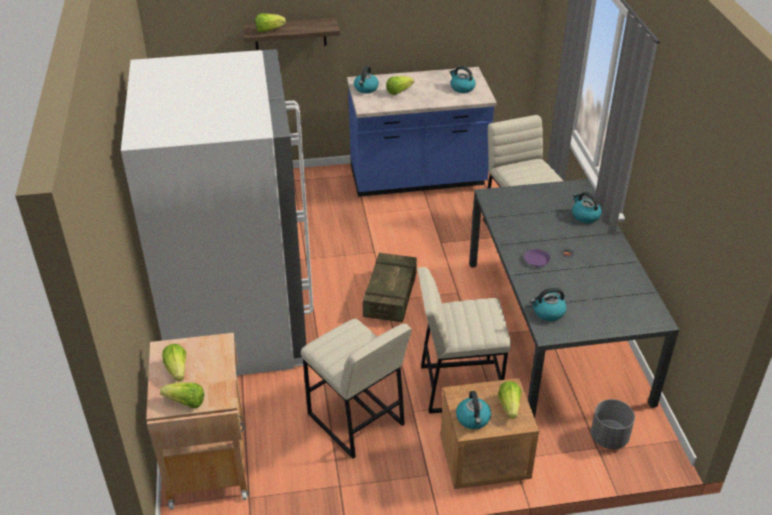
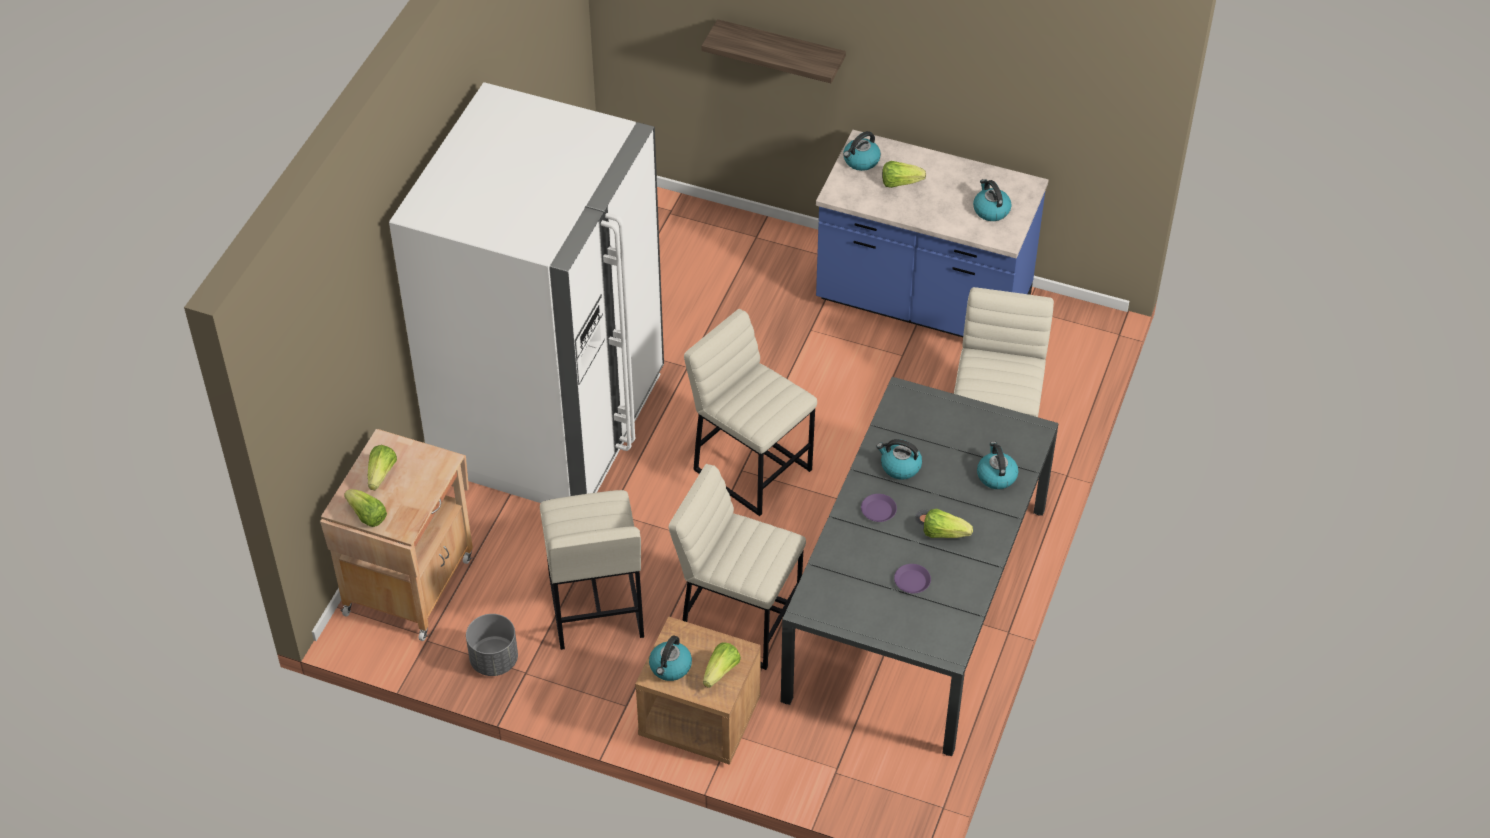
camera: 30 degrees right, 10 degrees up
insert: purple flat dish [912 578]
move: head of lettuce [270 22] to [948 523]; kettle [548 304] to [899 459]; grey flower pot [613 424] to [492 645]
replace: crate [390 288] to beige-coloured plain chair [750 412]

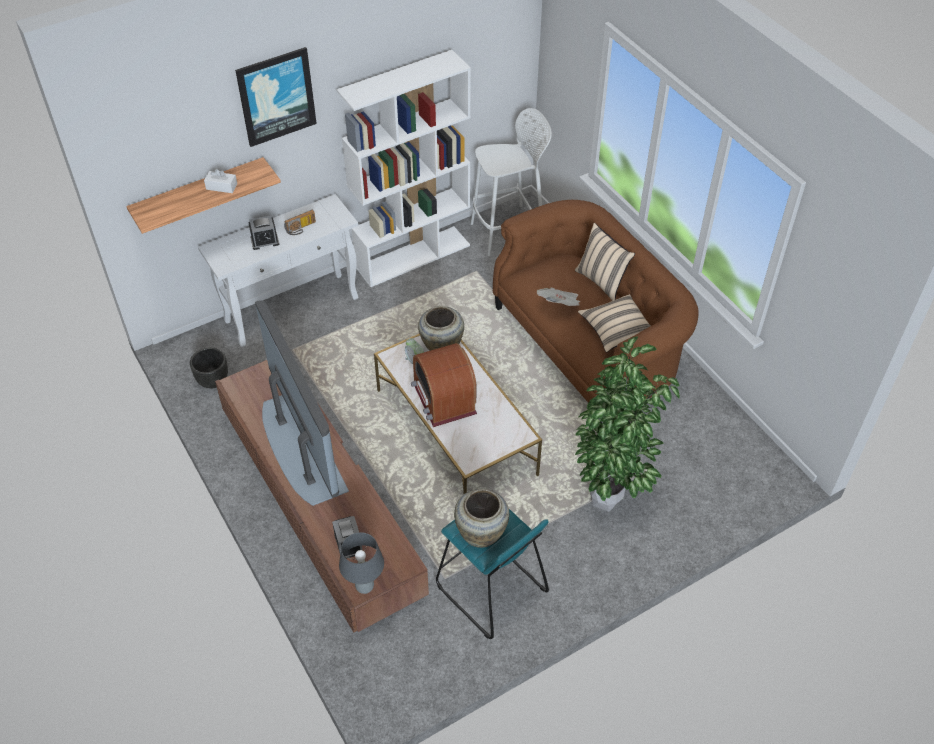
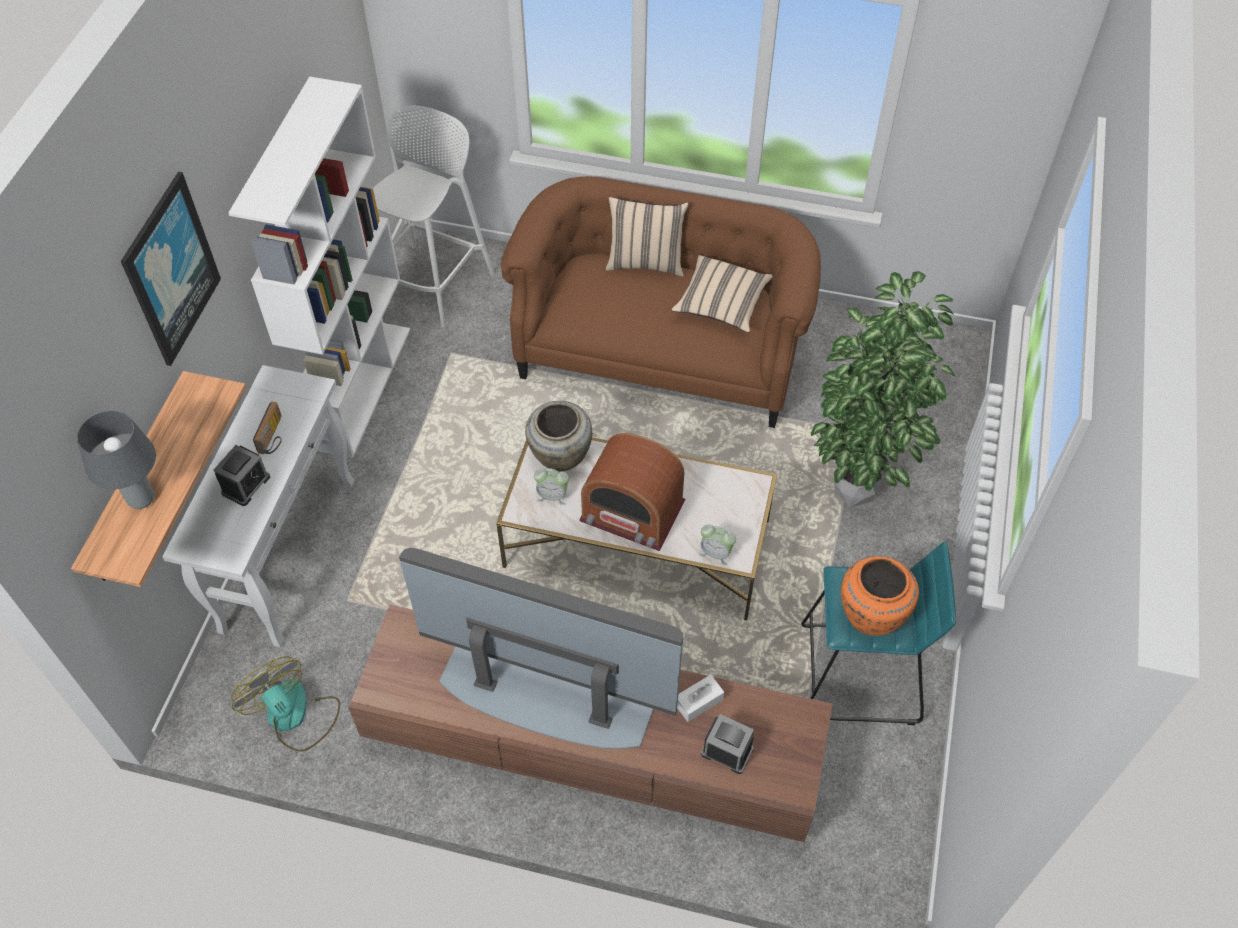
camera: 45 degrees left, 5 degrees up
delete: newspaper [558 296]
insert: table clock [717 544]
move: white tissue box [220 181] to [700 698]; grey lamp for a table [361 563] to [116 459]
replace: blackish flower pot [209 367] to electric fan [285 704]
recolor: beige-coloured flower vase [481 518] to orange-coloured flower vase [880 596]

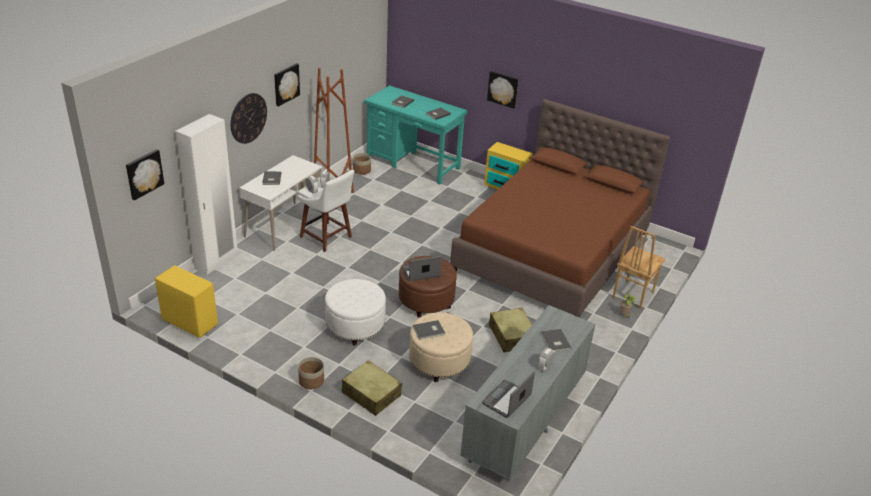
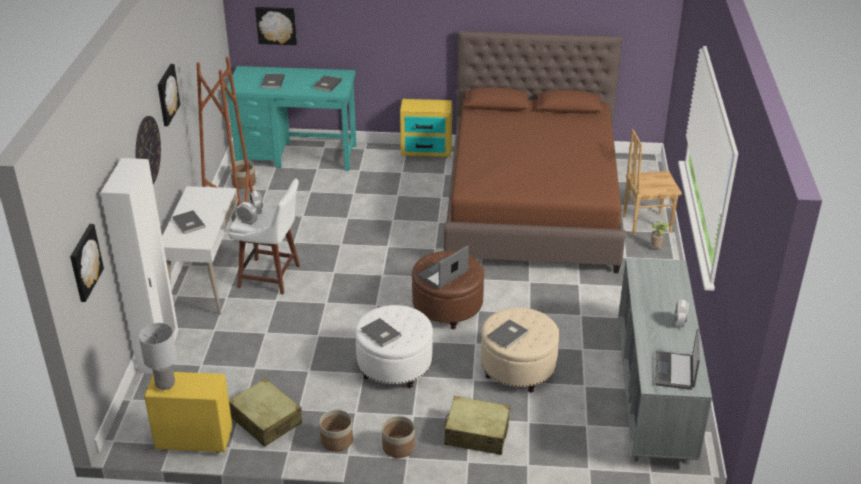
camera: 25 degrees left, 0 degrees up
insert: grey lamp for a table [158 356]; flower pot [336 431]
move: wall art [503 90] to [276 26]; beige-coloured travel case [510 330] to [265 412]; grey bound book [556 340] to [381 332]
rotate: brownish plain chair [639 267] = [652 182] 75 degrees clockwise

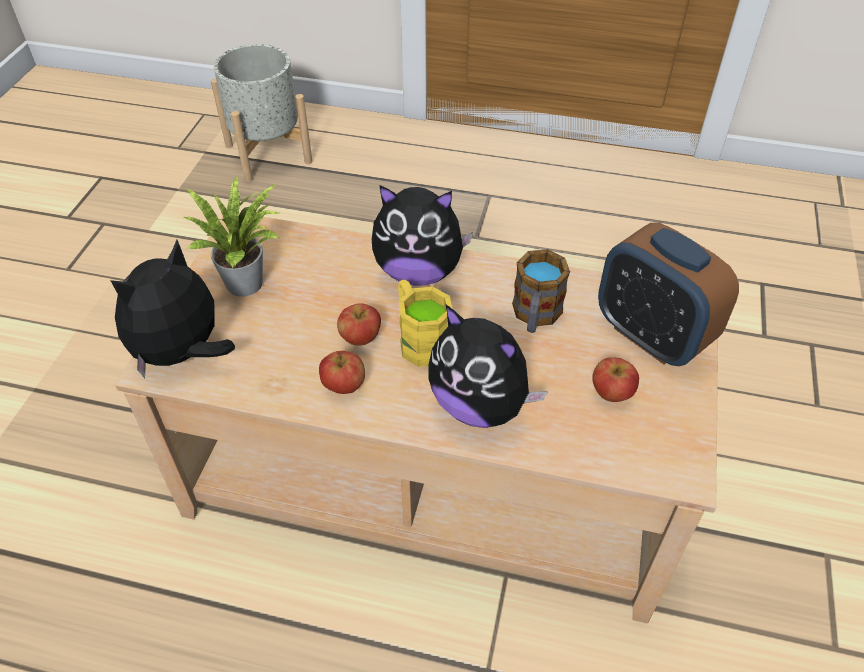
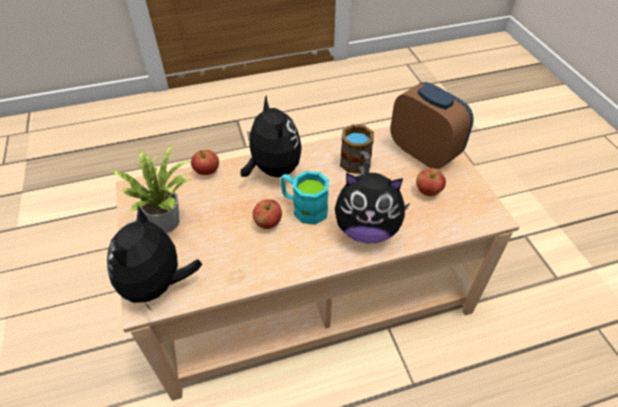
camera: 30 degrees left, 0 degrees up
delete: grey flower pot [261 113]
move: apple [342 372] to [205 162]
recolor: yellowish coffee mug [425 323] to turquoise coffee mug [304 198]
rotate: soft toy [422 235] = [271 136] 90 degrees counterclockwise; table clock [668 294] = [432 125] 150 degrees counterclockwise

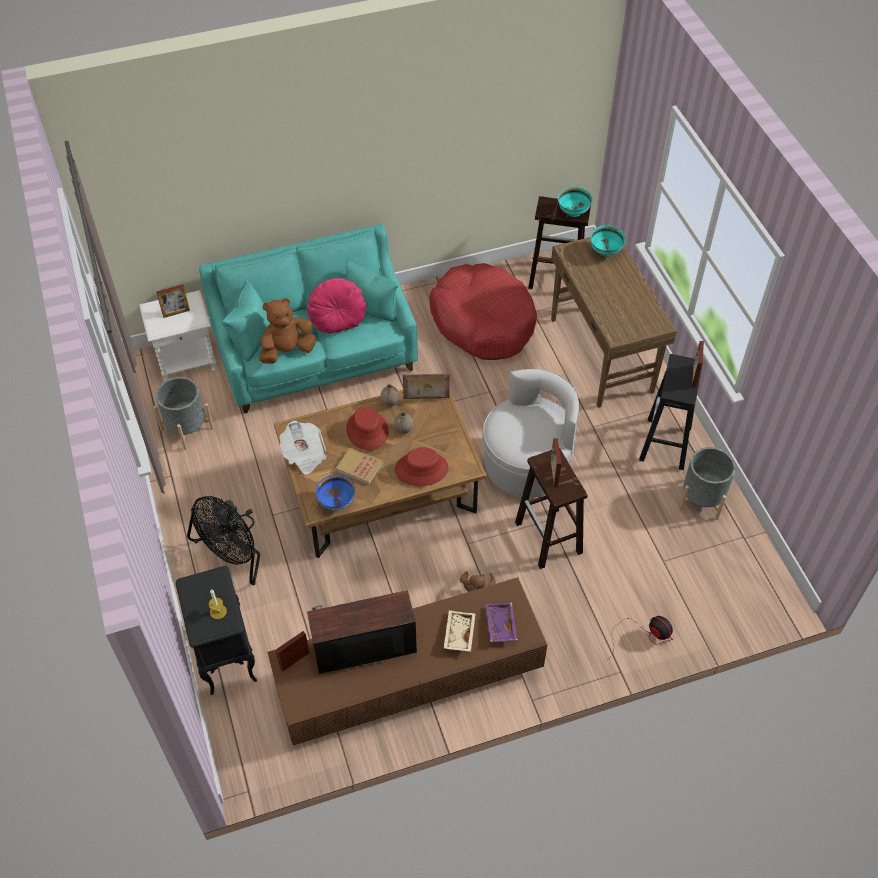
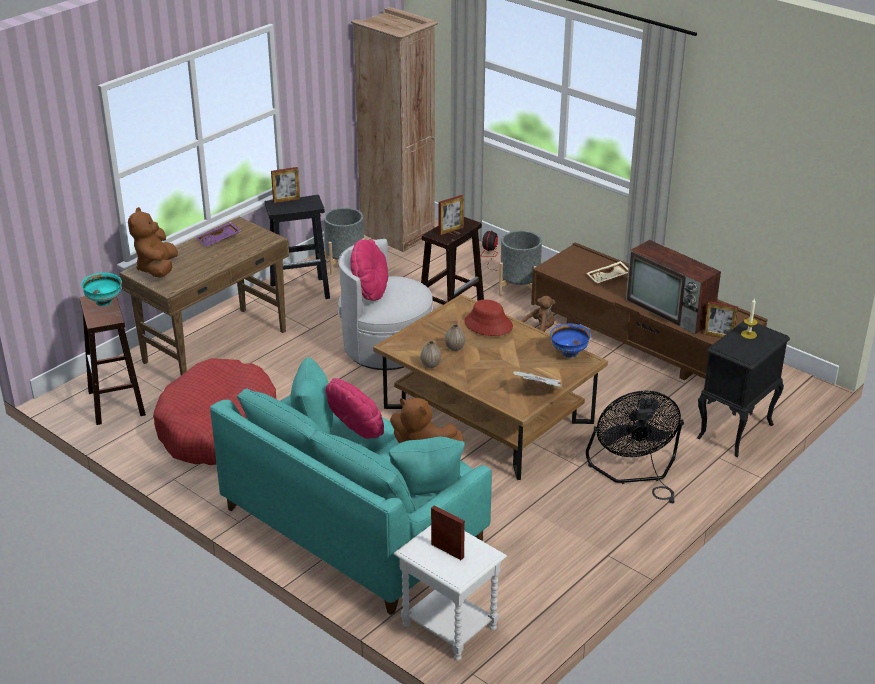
camera: 120 degrees left, 20 degrees down
delete: bound book [359 466]; red-coloured hat [367 428]; picture frame [426 386]
insert: pinkish pillow [369 270]; brownish cupboard [395 129]
move: grey flower pot [184 413] to [520 263]; purple tray [501 622] to [218 234]
replace: turquoise bowl [607 240] to brownish soft toy [153 242]
rotate: blackish electric fan [223 540] = [635 447] 105 degrees counterclockwise

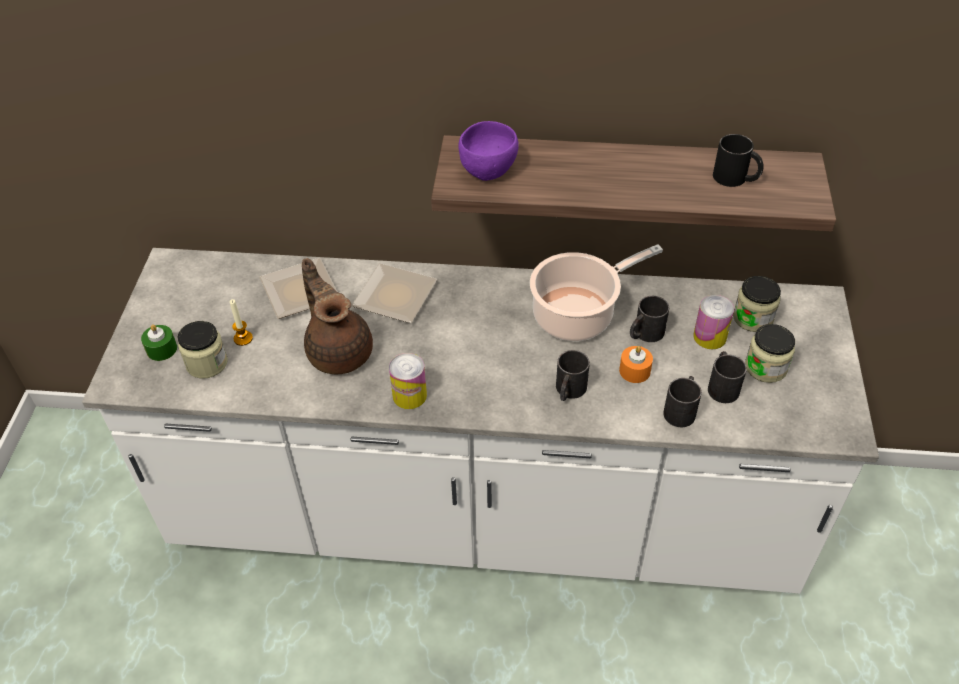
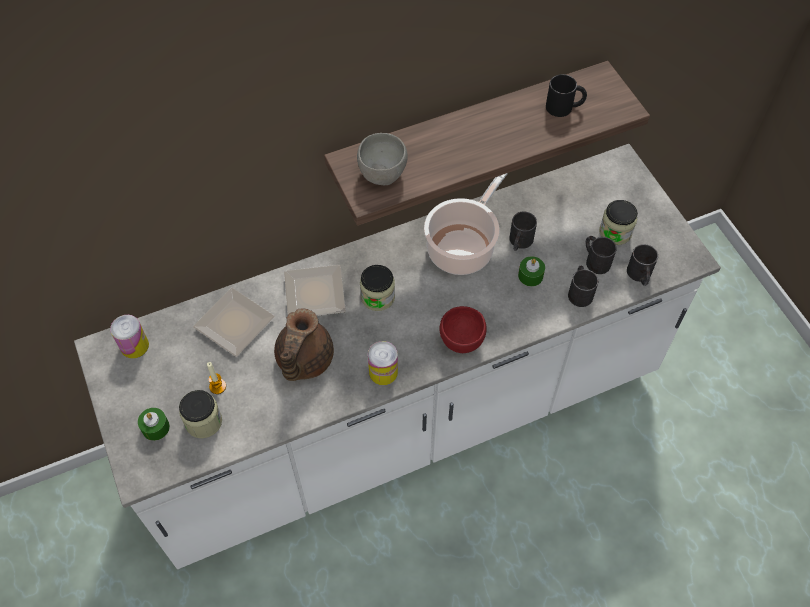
camera: 30 degrees left, 10 degrees up
insert: red-coloured bowl [463 329]
move: blackish coffee mug [573 375] to [642 265]; can [713 322] to [129 337]; jar [757 304] to [377 288]
recolor: purple bowl [488 151] to grey bowl [382 159]; orange-coloured candle [636 364] to green-coloured candle [531 271]
rotate: brownish pot for tea [337 316] = [304 344] 105 degrees counterclockwise

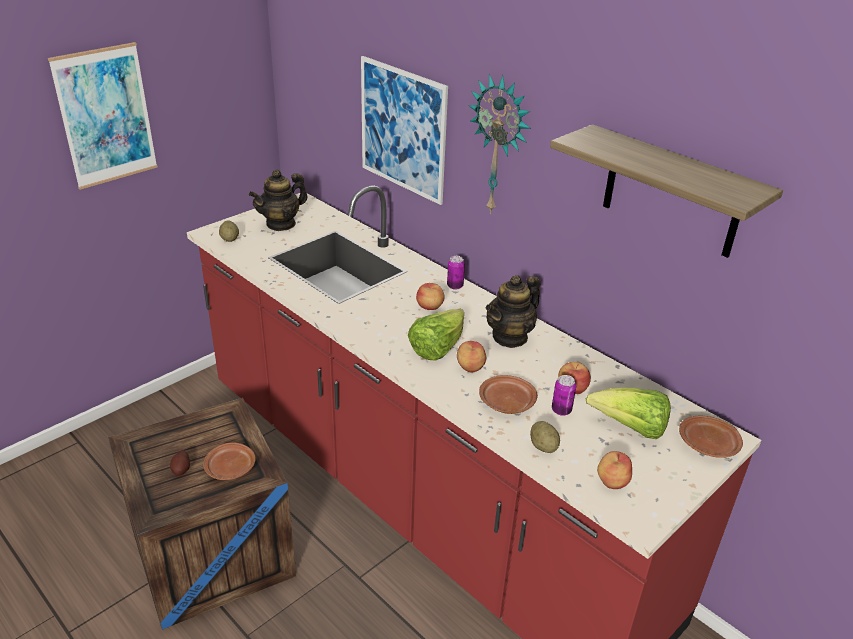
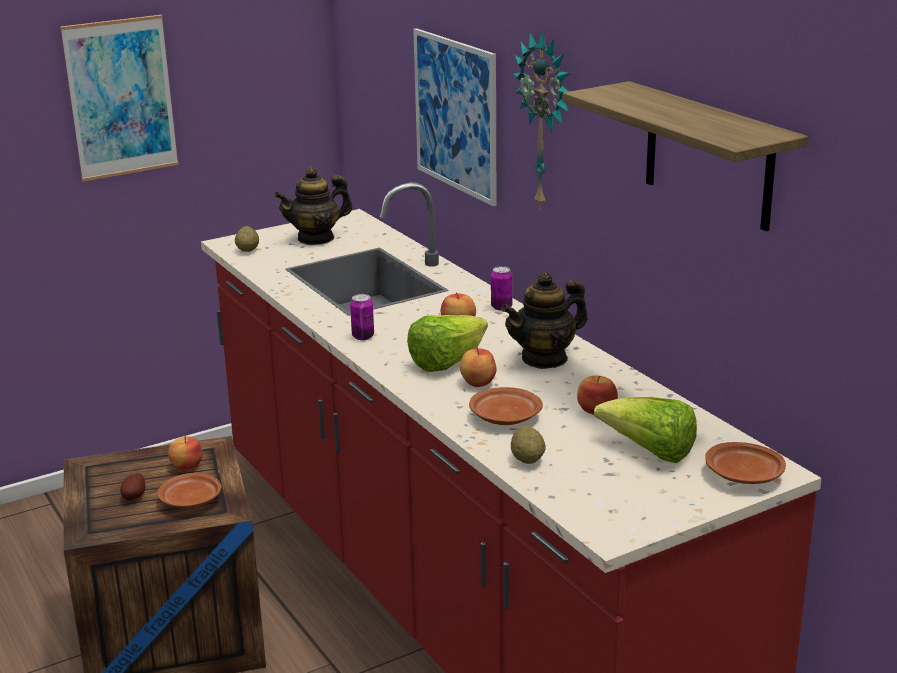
camera: 15 degrees right, 10 degrees down
move: can [564 395] to [362 317]; apple [614 470] to [185 453]

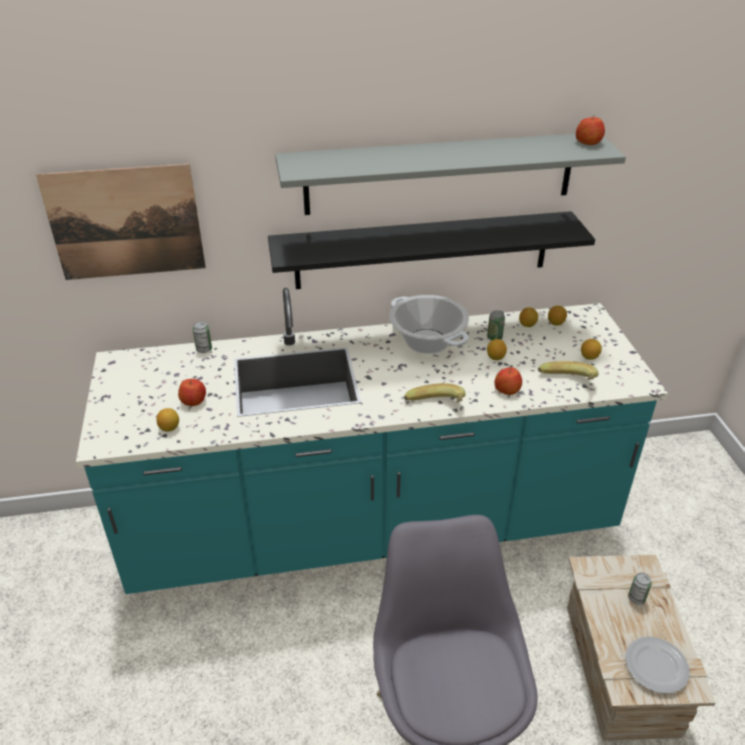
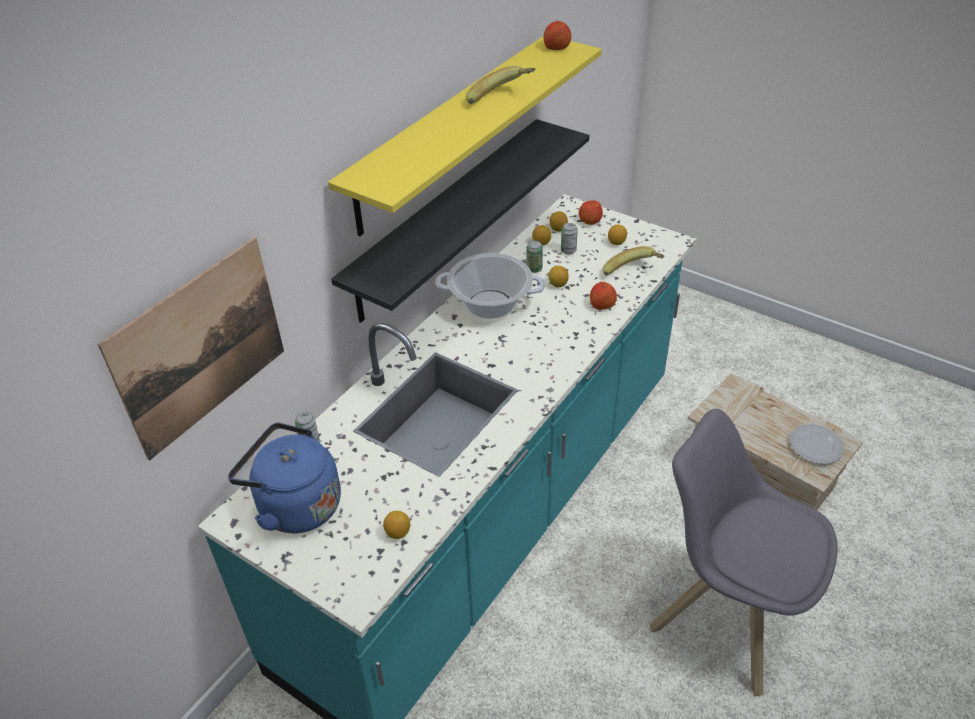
camera: 45 degrees left, 5 degrees up
insert: bluish kettle [284 478]
move: apple [192 392] to [591 212]; banana [435 393] to [501 85]; can [640 589] to [569 238]
recolor: grey wall shelf [450 174] to yellowish wall shelf [465 136]

